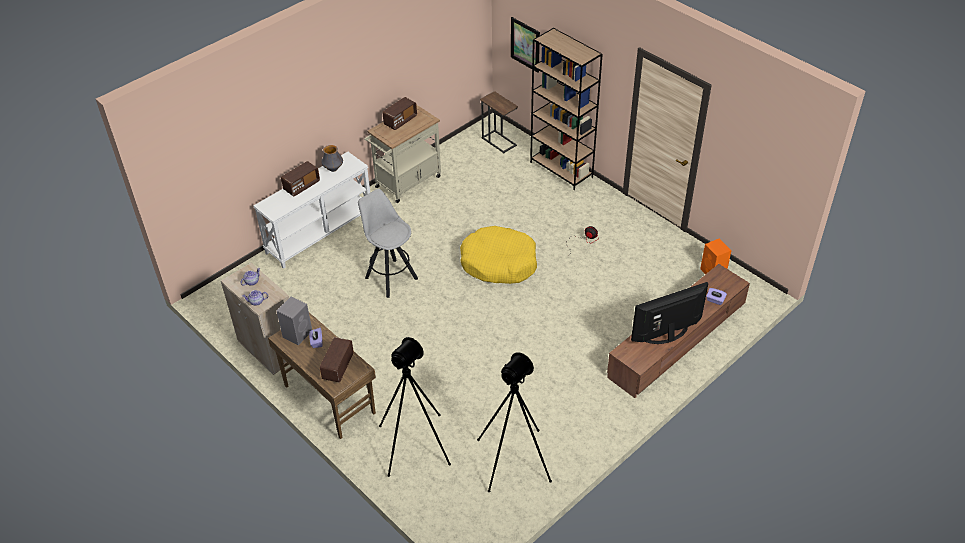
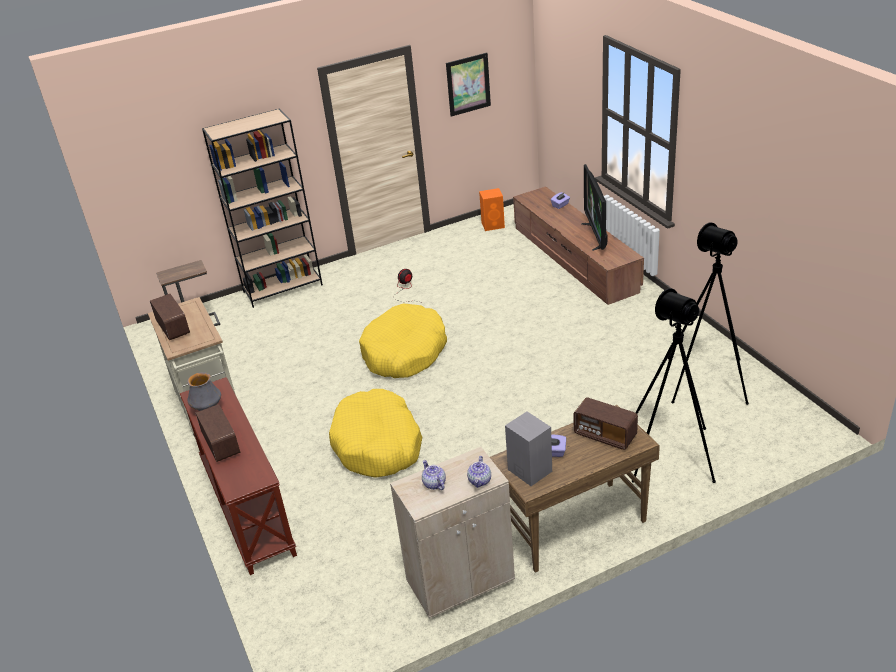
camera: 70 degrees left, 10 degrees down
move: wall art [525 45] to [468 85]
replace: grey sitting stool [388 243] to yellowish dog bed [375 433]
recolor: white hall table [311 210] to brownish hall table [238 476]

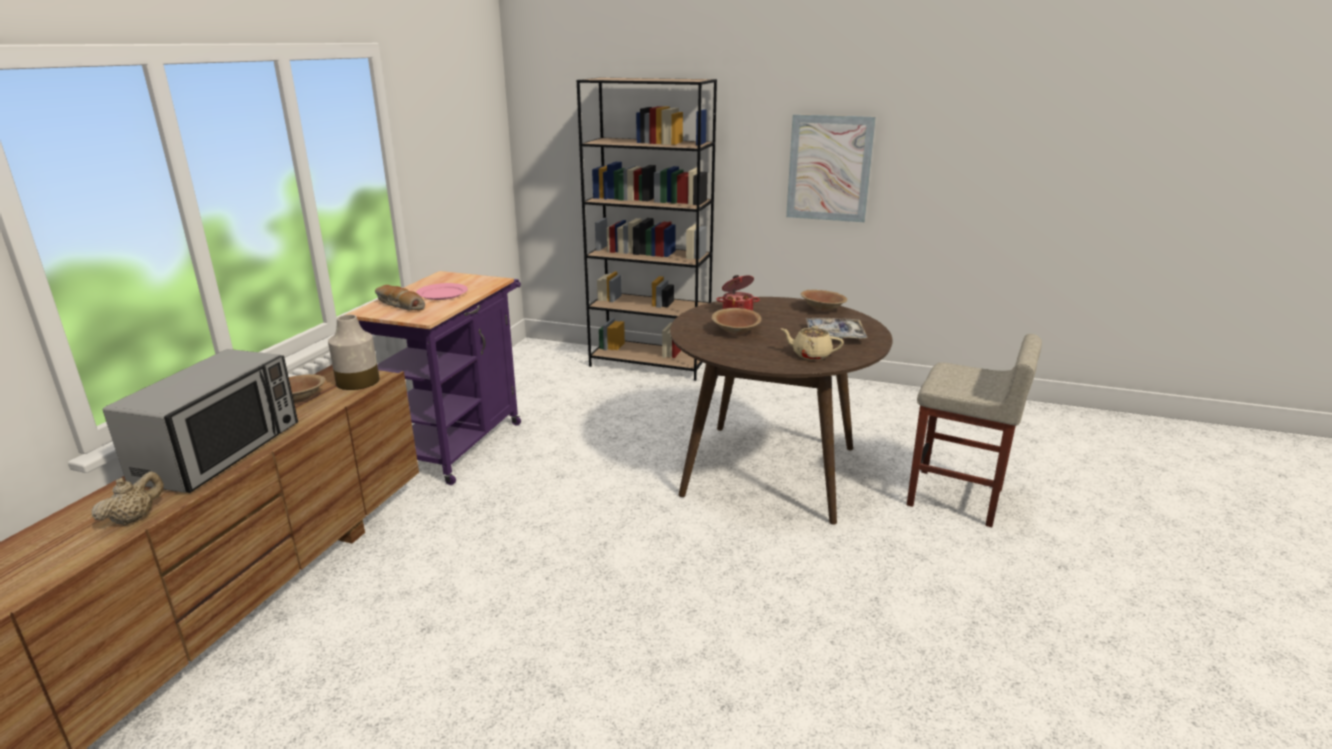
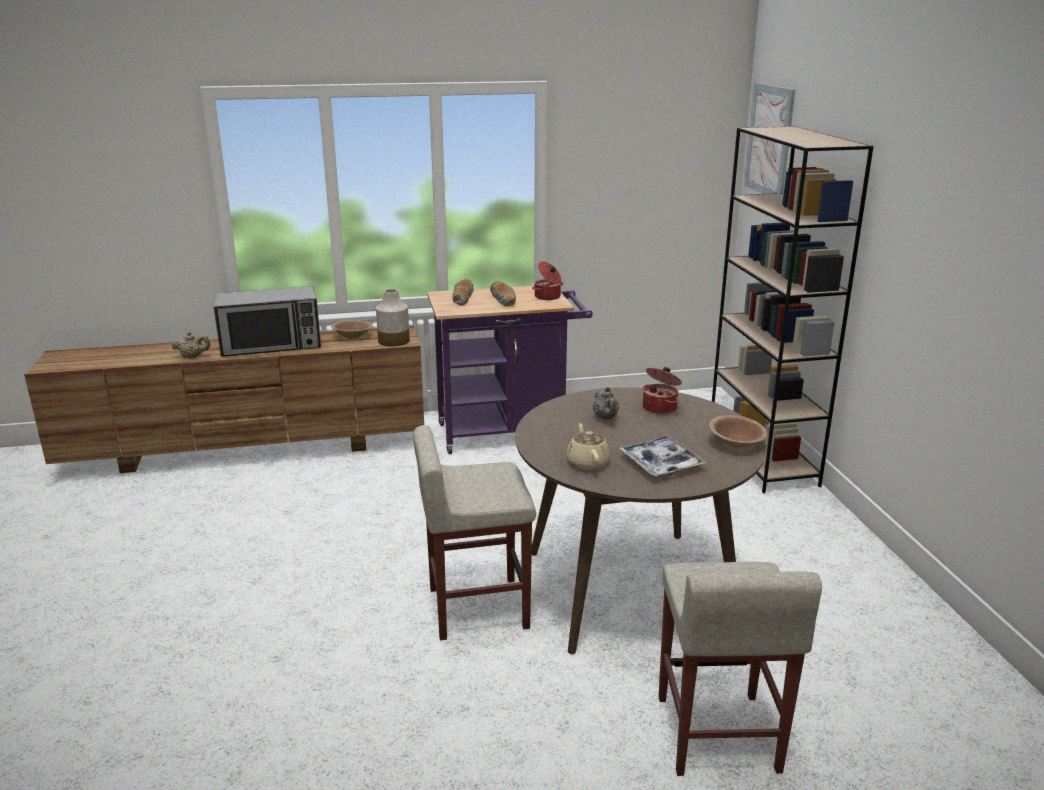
camera: 60 degrees right, 0 degrees up
insert: beige-coloured sitting stool [474 532]; saucepot [548 280]
move: wall art [831 168] to [769 138]
replace: pinkish flat dish [442 291] to bread [503 293]; brownish bowl [737 321] to grey pot for tea [606 403]

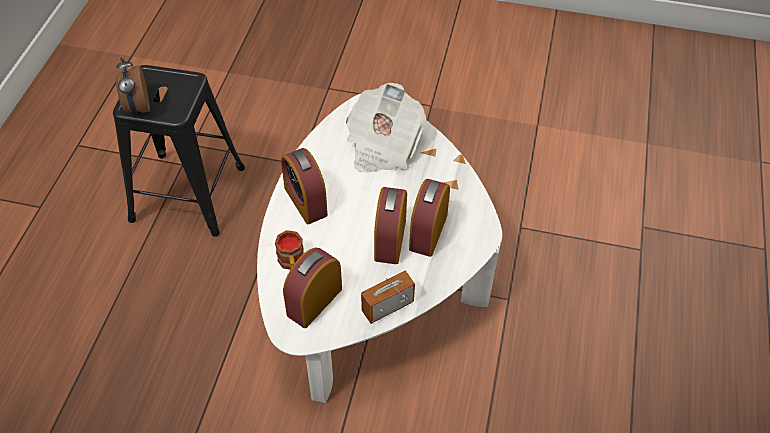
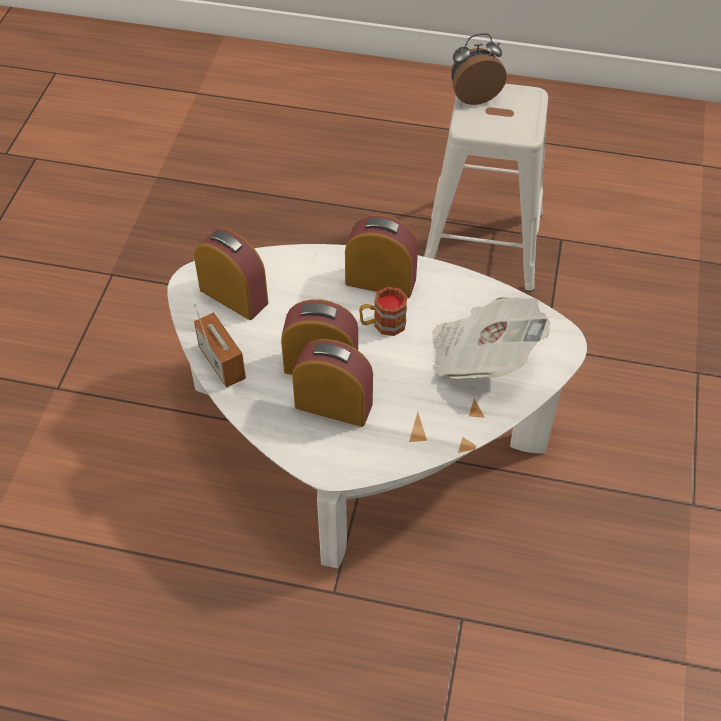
camera: 90 degrees right, 0 degrees up
move: coffee mug [289 250] to [383 311]
recolor: blackish sitting stool [179 151] to white sitting stool [486 188]
rotate: table clock [304 186] = [381 256] 45 degrees clockwise

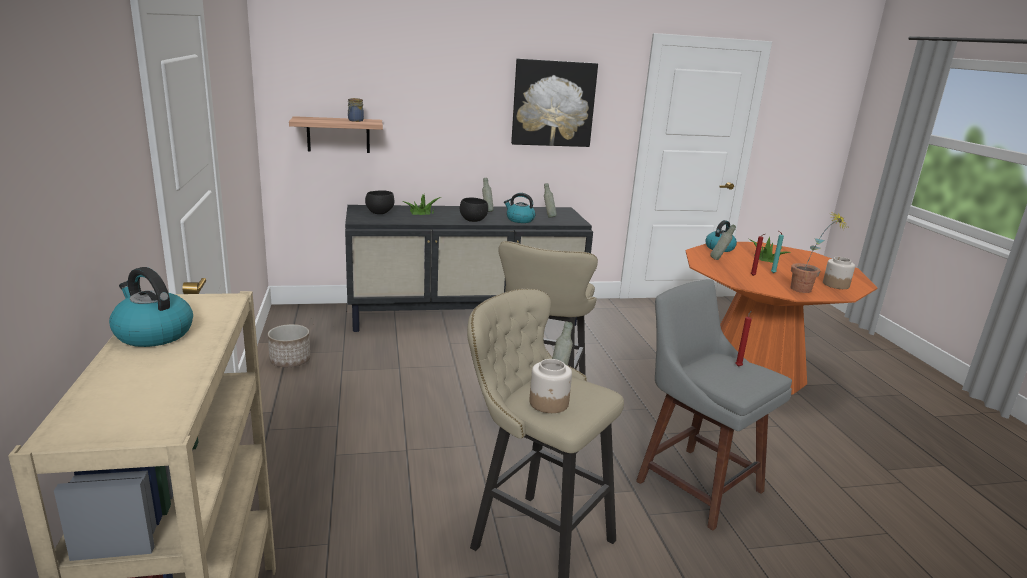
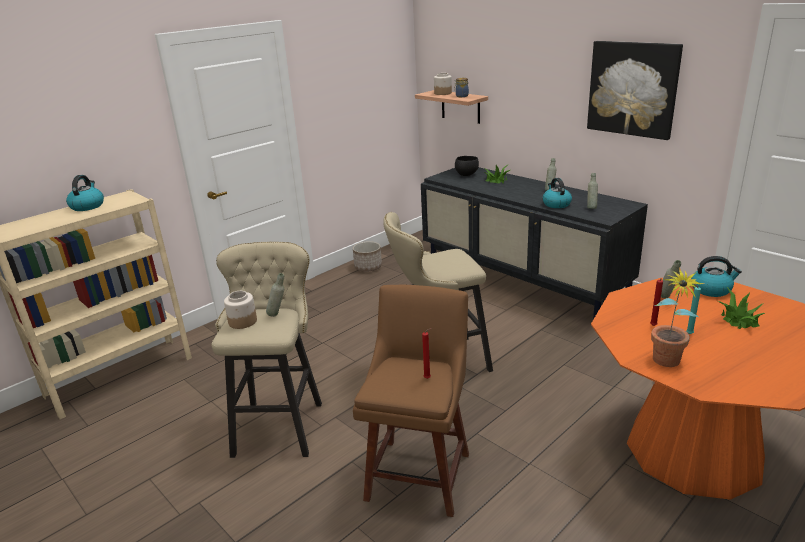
camera: 60 degrees right, 5 degrees up
delete: blackish bowl [474 210]
move: jar [839 273] to [443 84]
recolor: grey sitting stool [714 405] to brownish sitting stool [411 401]

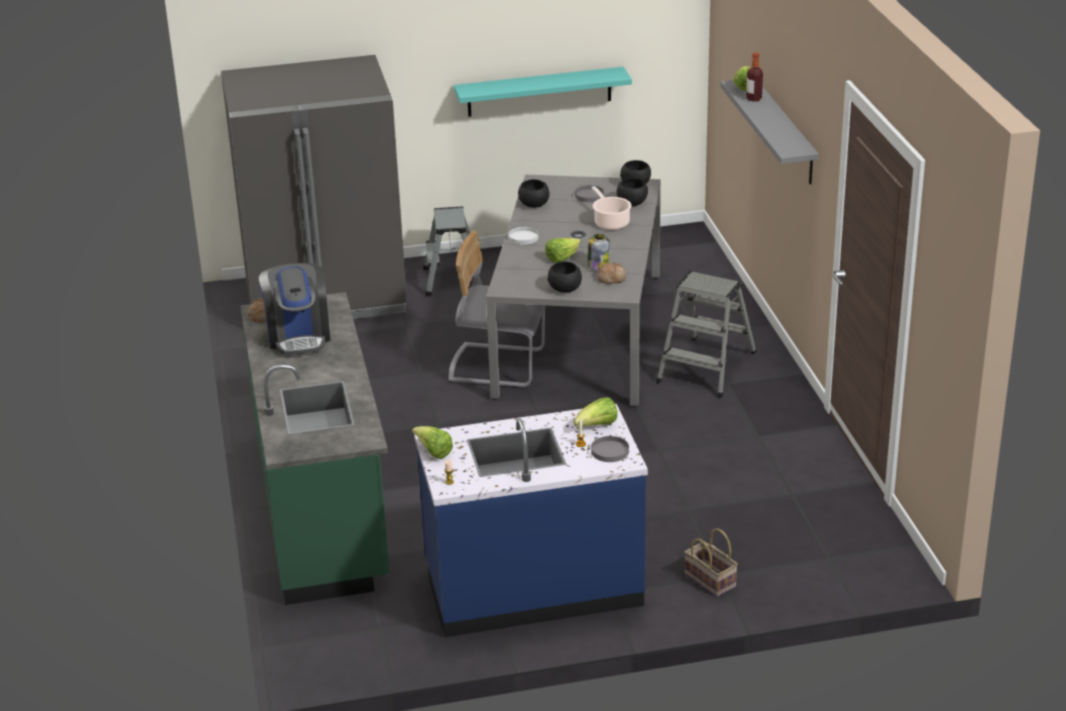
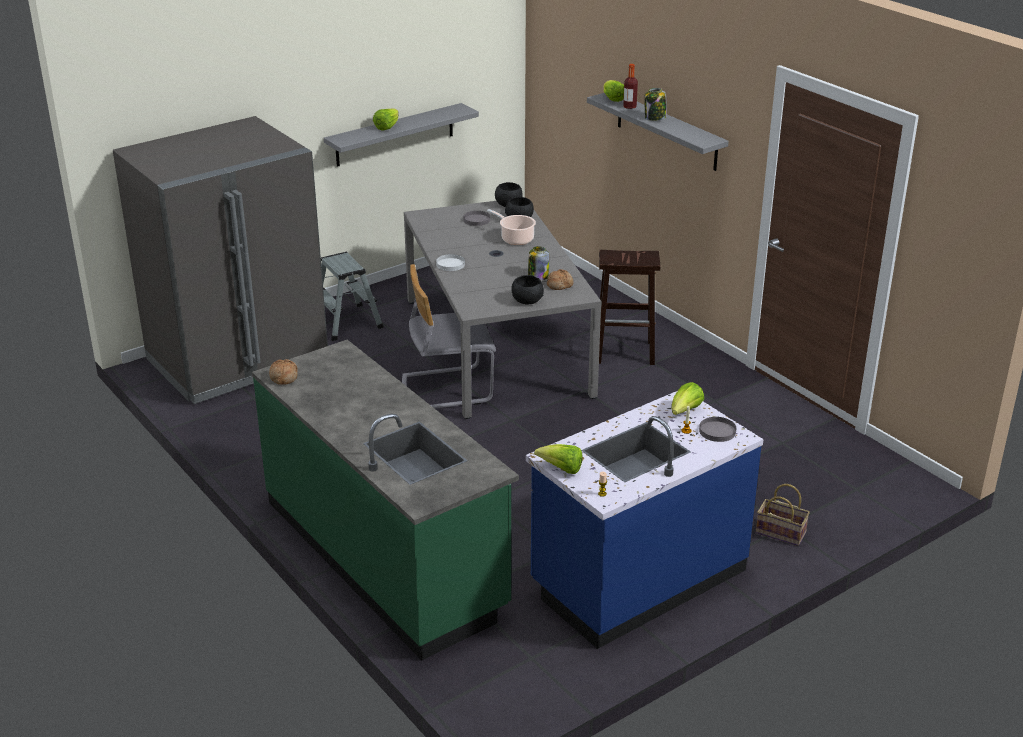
camera: 25 degrees left, 0 degrees up
delete: coffee brewer [294 309]; blackish bowl [533 193]
insert: jar [655 104]
move: head of lettuce [563 250] to [385 119]
replace: grey step ladder [706 335] to brownish sitting stool [629 307]
recolor: turquoise wall shelf [543 92] to grey wall shelf [401 135]

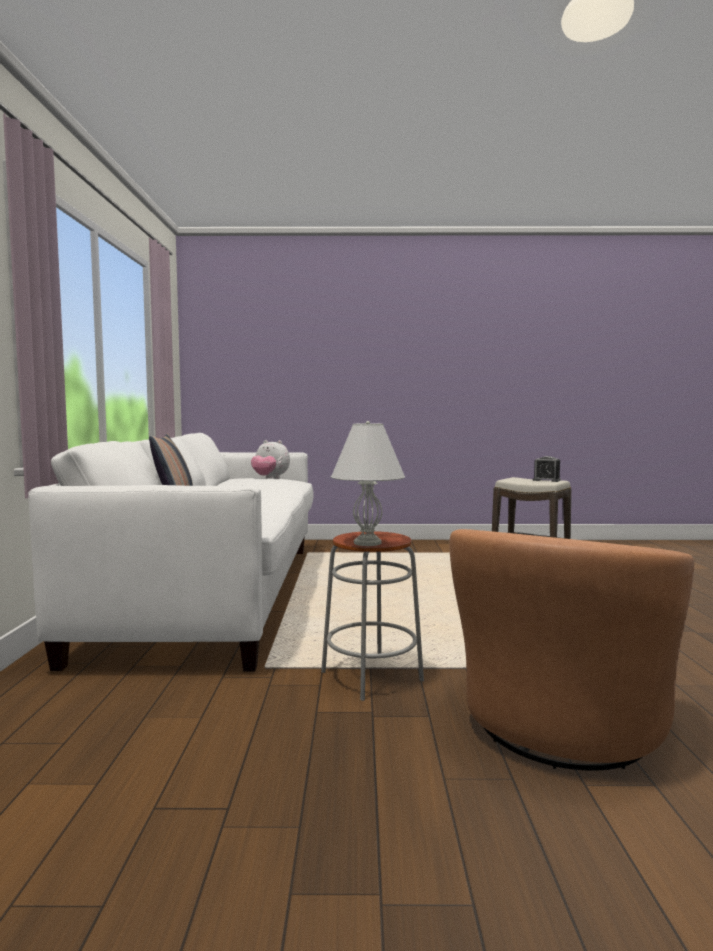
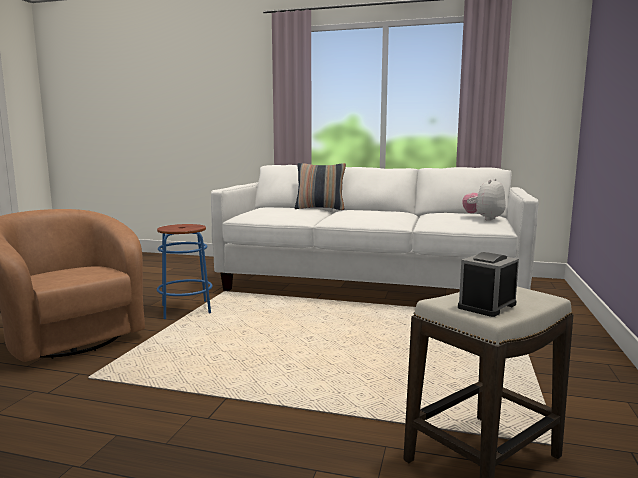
camera: 105 degrees right, 5 degrees up
delete: white lamp for a table [368 483]
recolor: grey sitting stool [372 616] to bluish sitting stool [185 271]

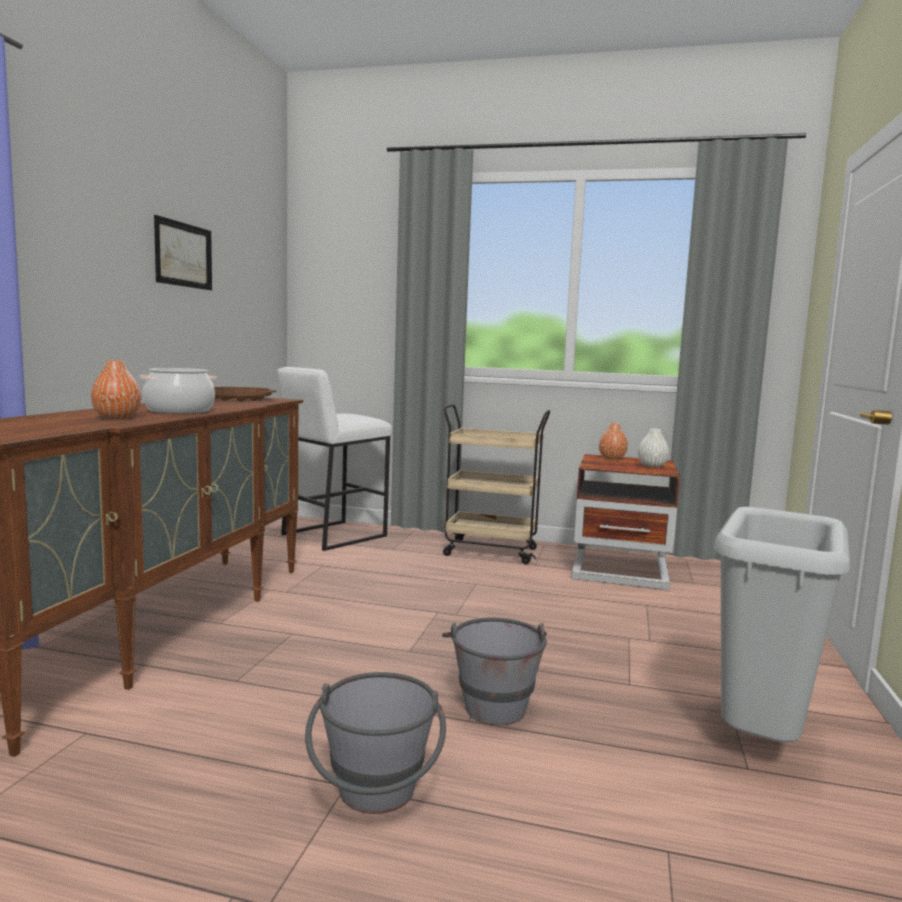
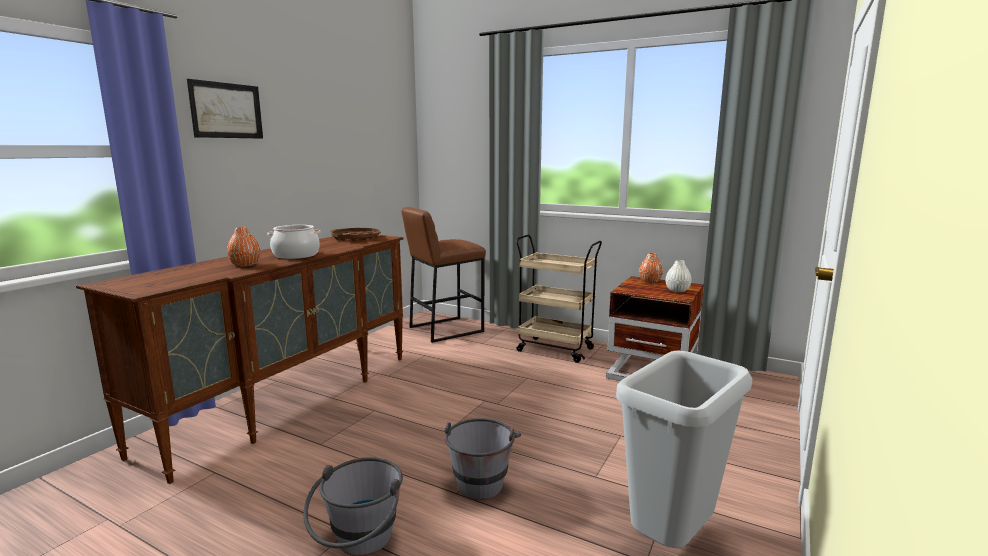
camera: 15 degrees right, 5 degrees up
move: wall art [183 252] to [225 109]
recolor: white sitting stool [334 459] to brownish sitting stool [444 275]

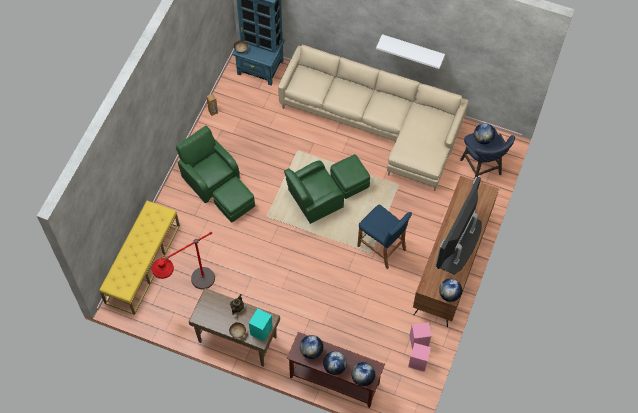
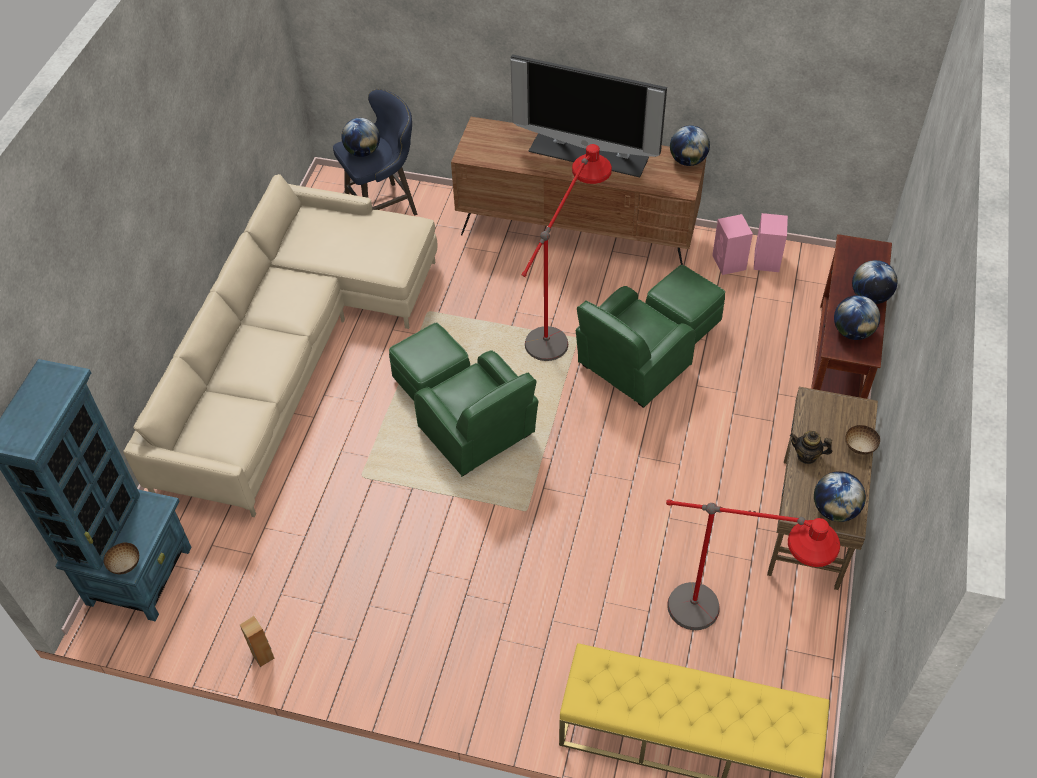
camera: 95 degrees left, 10 degrees down
delete: turquoise speaker [261 325]; white wall shelf [410 51]
move: green-coloured easy chair [215 174] to [650 336]; desk globe [363 374] to [840 496]
replace: bluish sitting stool [384 237] to red-coloured standard lamp [566 252]

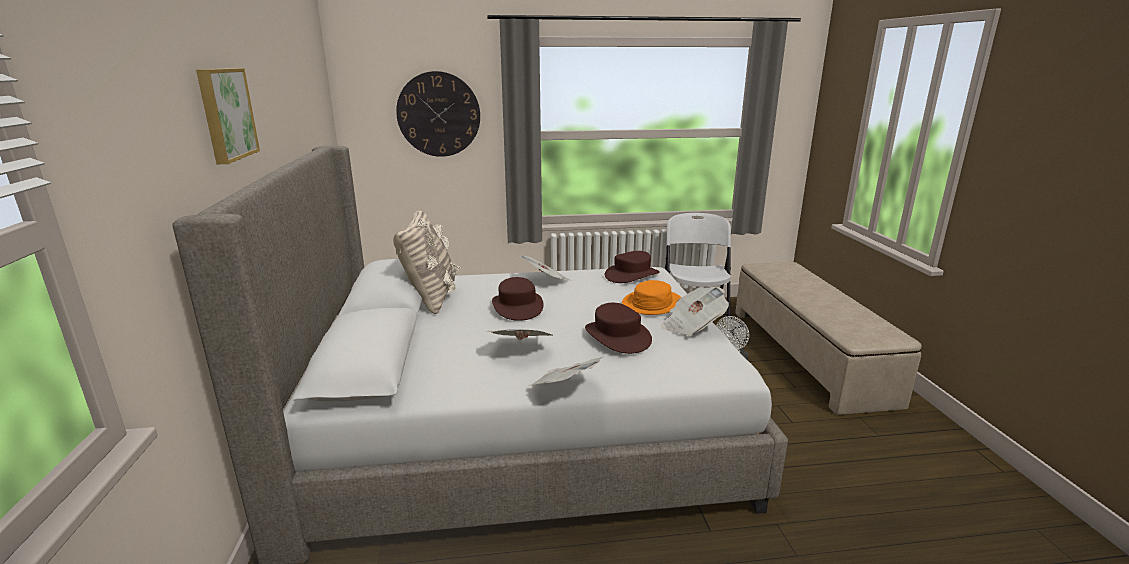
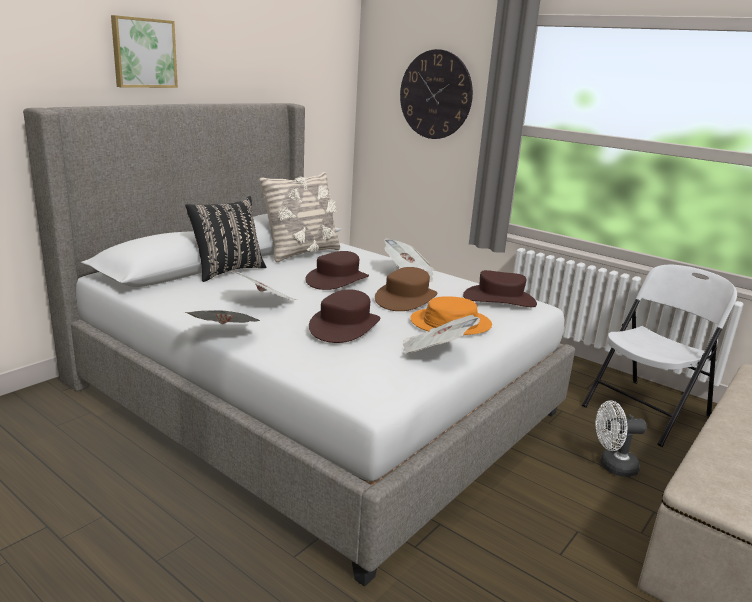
camera: 45 degrees right, 0 degrees up
insert: blackish pillow [225 239]; brownish hat [406 289]

